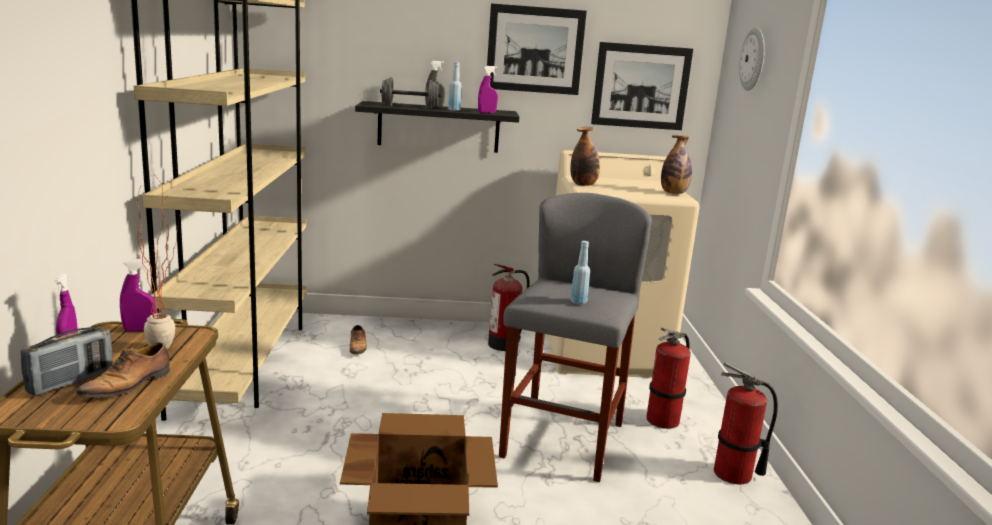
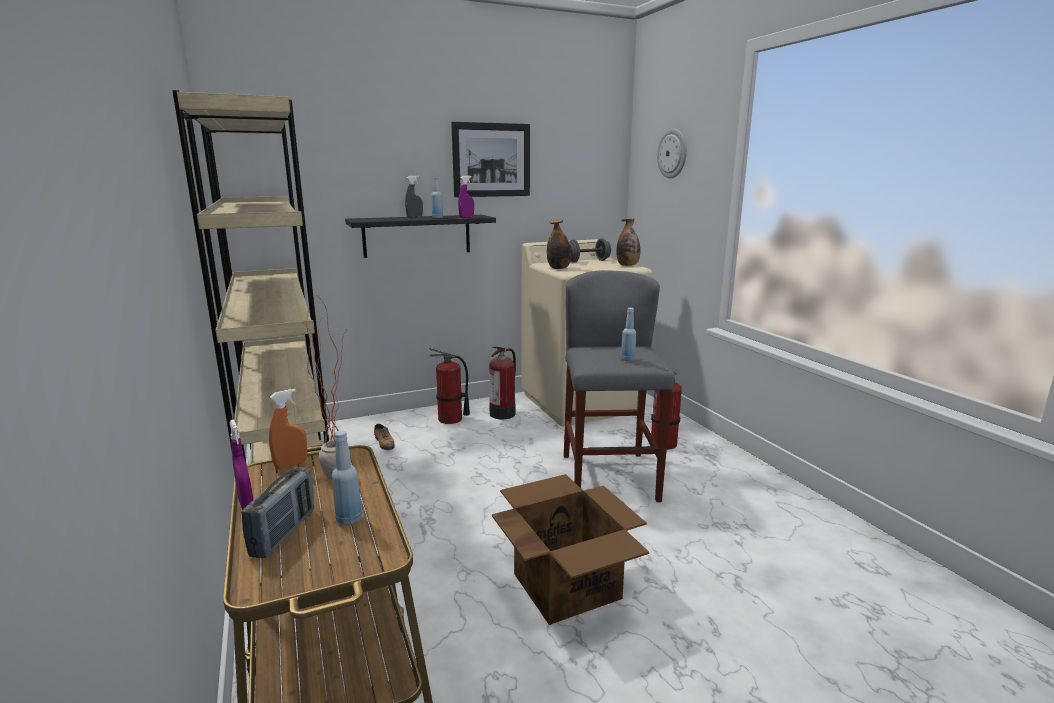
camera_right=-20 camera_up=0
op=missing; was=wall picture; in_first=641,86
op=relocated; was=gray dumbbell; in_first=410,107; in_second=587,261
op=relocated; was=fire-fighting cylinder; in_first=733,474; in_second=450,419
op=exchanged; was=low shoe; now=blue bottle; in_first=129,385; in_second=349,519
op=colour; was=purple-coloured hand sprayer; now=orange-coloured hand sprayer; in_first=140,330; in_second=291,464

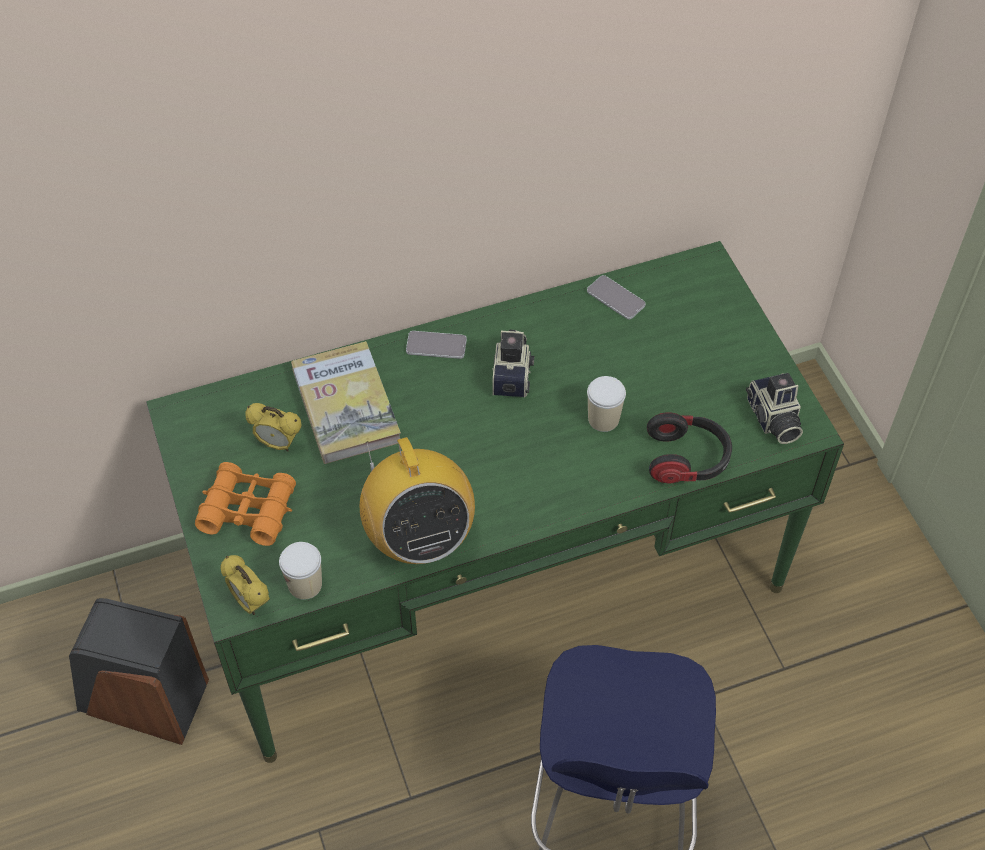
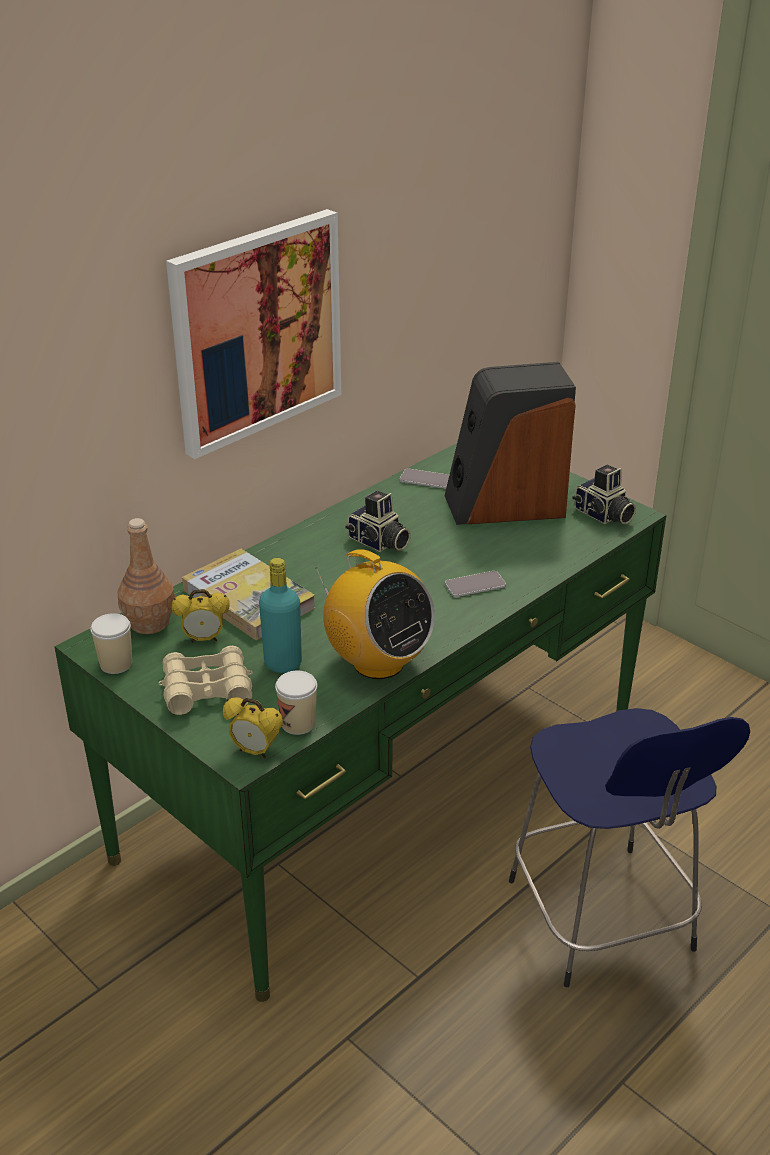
camera_right=-25 camera_up=-20
op=missing; was=headphones; in_first=687,459
op=appeared; now=brownish bottle; in_second=150,622
op=appeared; now=wall picture; in_second=256,331
op=appeared; now=turquoise-coloured bottle; in_second=283,663
op=relocated; was=speaker; in_first=143,698; in_second=505,505
op=relocated; was=telephone; in_first=436,345; in_second=475,585
op=relocated; was=cup; in_first=603,419; in_second=116,664
op=colour; was=orange-coloured binoculars; now=beige binoculars; in_first=248,510; in_second=207,690
op=spun; was=photo camera; in_first=513,374; in_second=378,542; clockwise=150

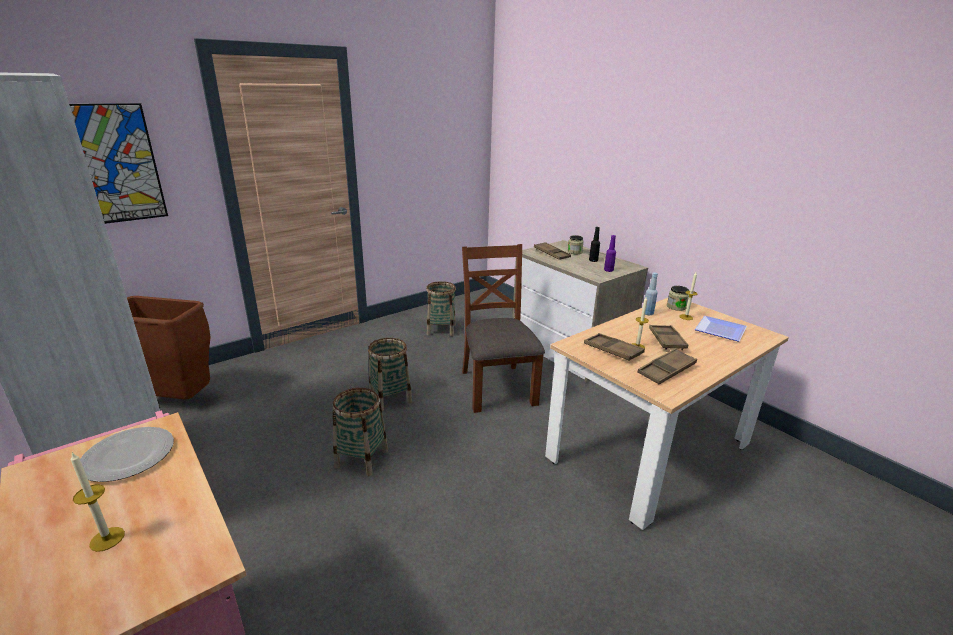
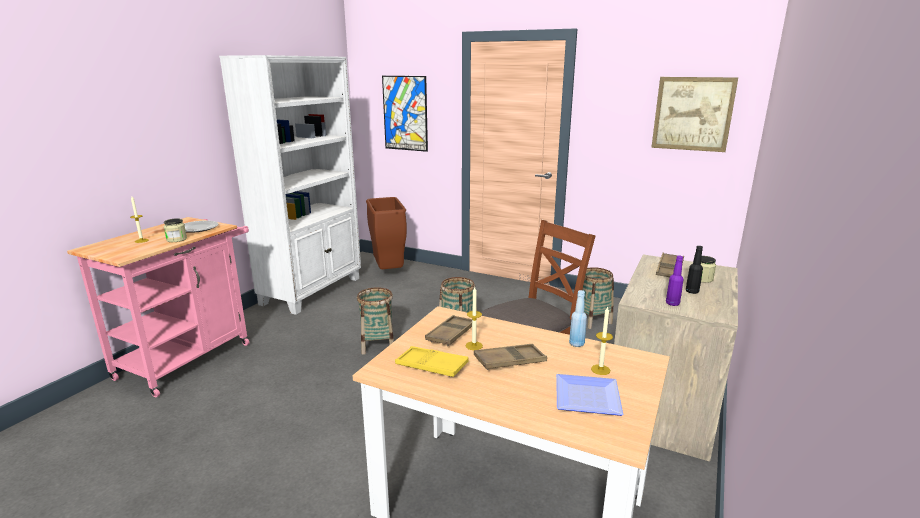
camera_right=65 camera_up=-5
op=appeared; now=wall picture; in_second=692,114
op=relocated; was=jar; in_first=676,307; in_second=176,239
op=colour; was=brownish carrying tray; now=yellowish carrying tray; in_first=666,370; in_second=431,366

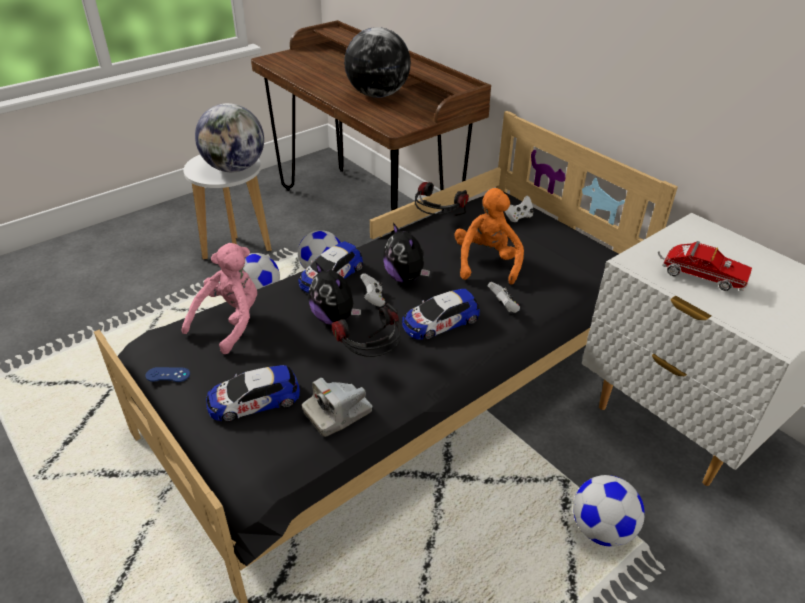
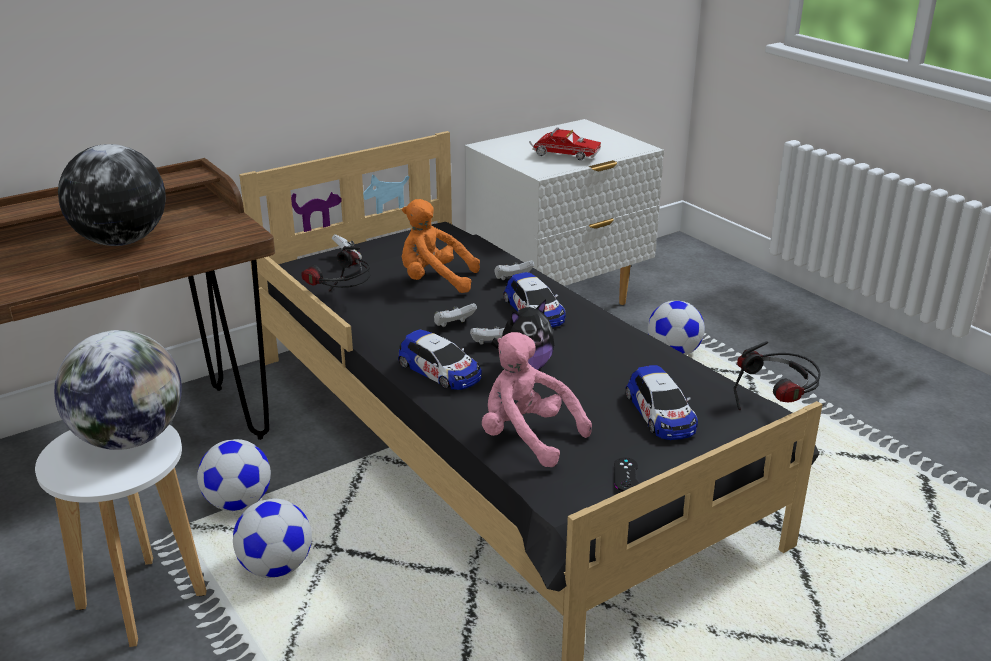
camera_right=-85 camera_up=-10
op=missing; was=photo camera; in_first=337,413
op=relocated; was=headphones; in_first=370,358; in_second=776,410
op=exchanged; was=plush toy; now=white-coloured gamepad; in_first=405,277; in_second=453,325
op=colour; was=blue gamepad; now=black gamepad; in_first=168,375; in_second=626,475
op=spun; was=toy truck; in_first=698,276; in_second=562,156; clockwise=75

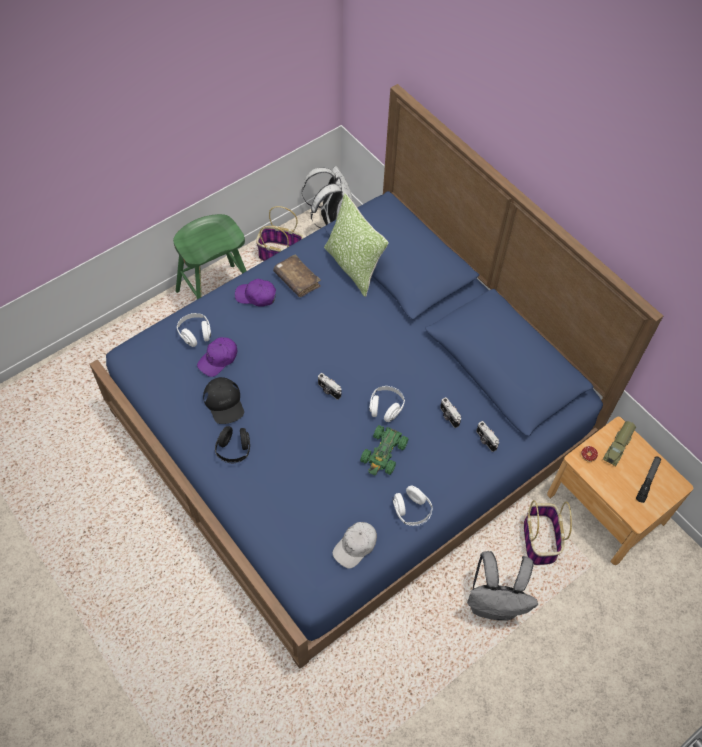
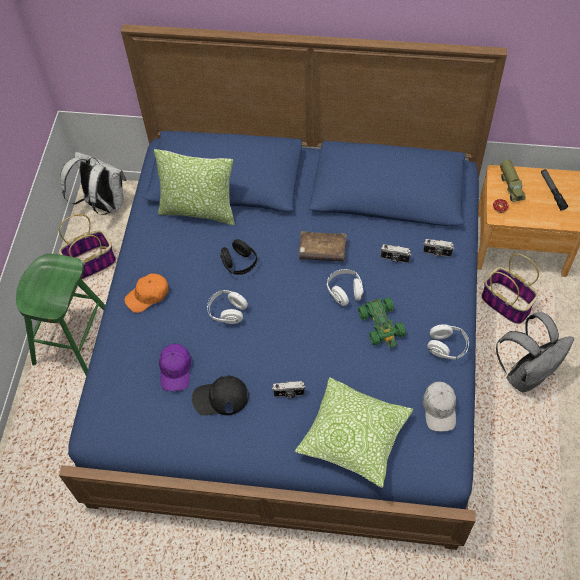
camera_right=-40 camera_up=0
op=appeared; now=pillow; in_second=354,437
op=relocated; was=white-coloured headphones; in_first=195,334; in_second=227,312
op=relocated; was=black headphones; in_first=234,450; in_second=240,264
op=relocated; was=brownish bound book; in_first=297,280; in_second=322,251
op=relocated; was=photo camera; in_first=329,391; in_second=289,394
op=colour; was=purple-coloured baseball cap; now=orange-coloured baseball cap; in_first=256,296; in_second=148,295
op=spun; was=black baseball cap; in_first=224,402; in_second=220,398; clockwise=150

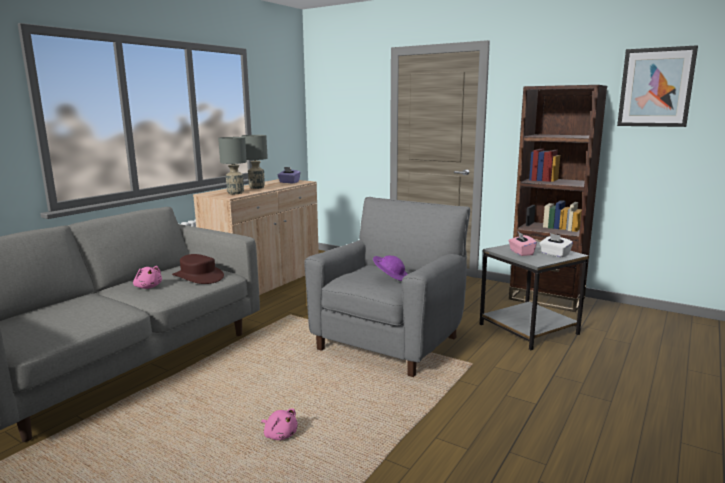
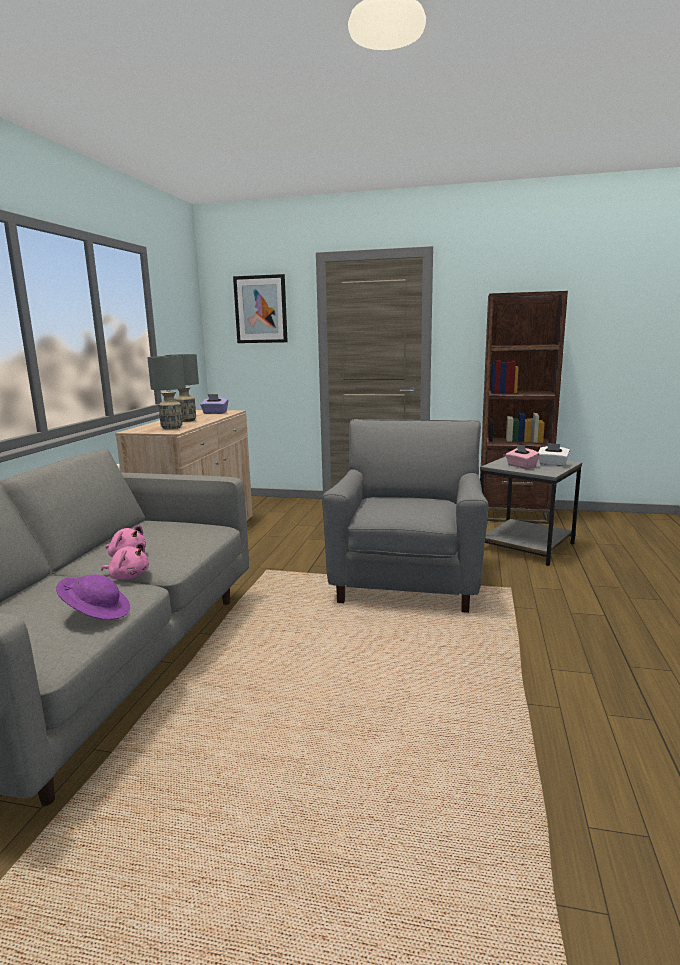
camera_right=-20 camera_up=0
op=missing; was=brownish wearable hat; in_first=198,277
op=relocated; was=pink plush toy; in_first=280,434; in_second=128,576
op=relocated; was=purple-coloured wearable hat; in_first=391,278; in_second=97,613
op=relocated; was=wall picture; in_first=655,87; in_second=261,309

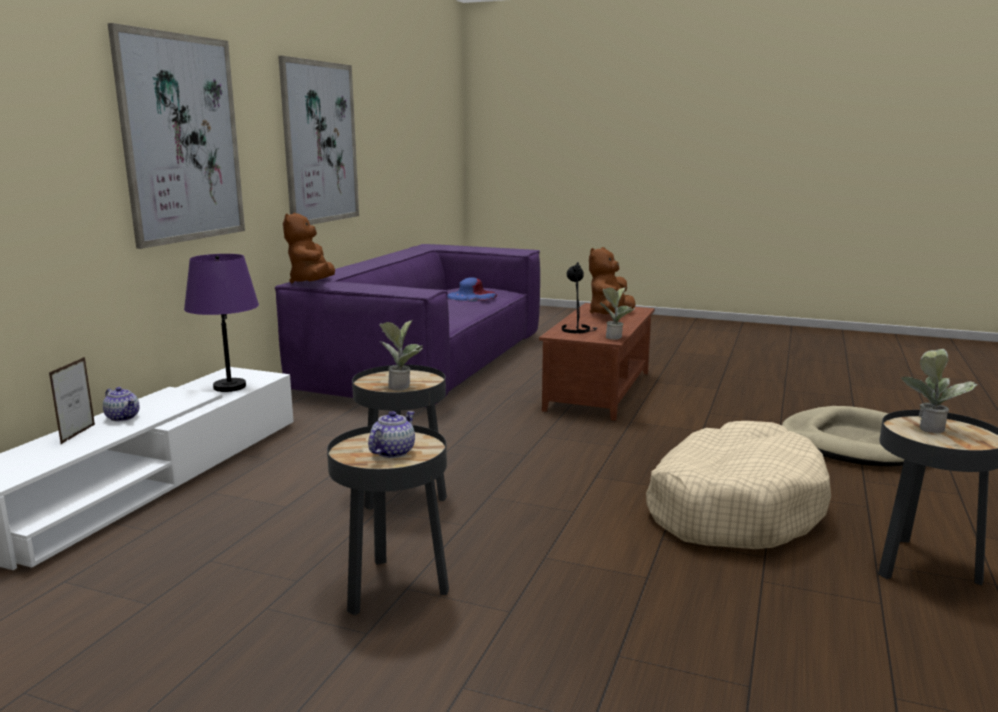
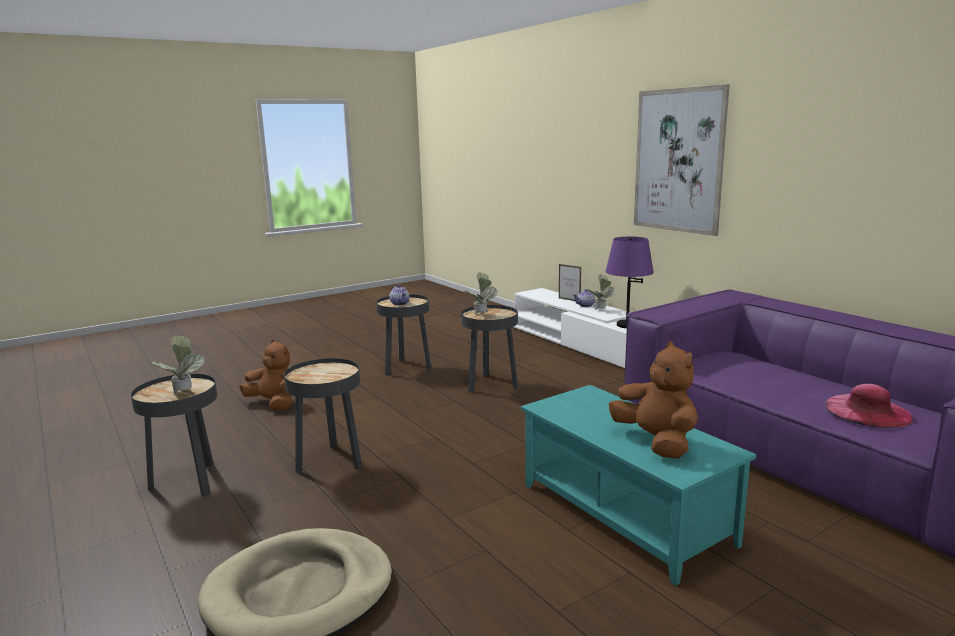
camera_right=125 camera_up=0
op=missing; was=wall picture; in_first=320,143
op=missing; was=black table lamp; in_first=577,329
op=relocated; was=brownish plush toy; in_first=312,283; in_second=273,403
op=relocated; was=potted plant; in_first=616,337; in_second=601,310
op=exchanged; was=beige dog cushion; now=black end table; in_first=733,507; in_second=330,461
op=colour; was=blue wearable hat; now=pink wearable hat; in_first=471,296; in_second=867,411
op=colour; was=brownish coffee table; now=turquoise-coloured coffee table; in_first=597,390; in_second=626,513

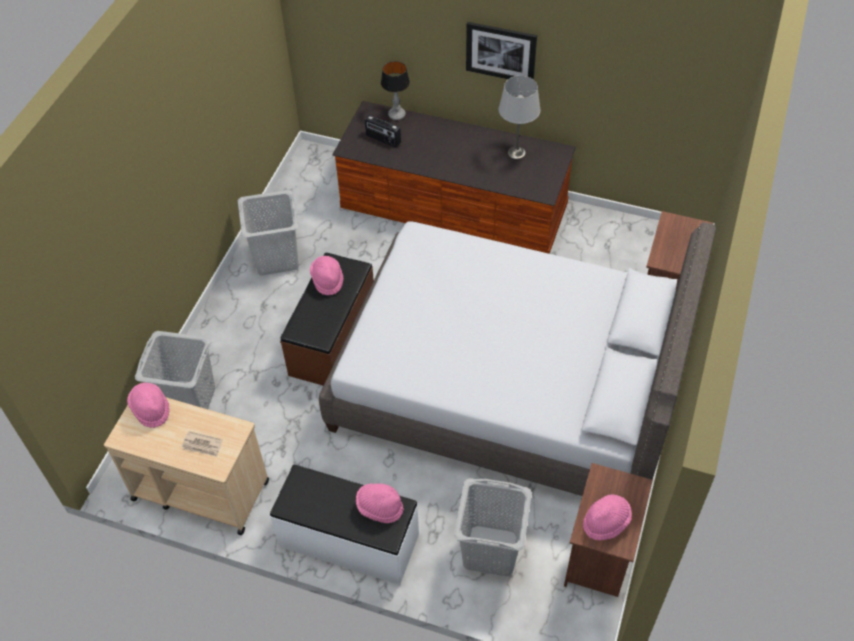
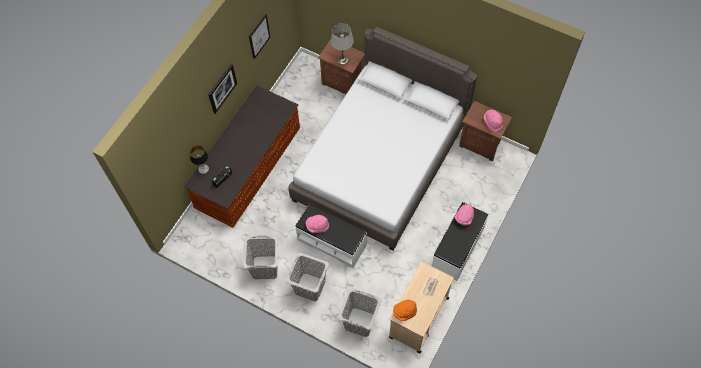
camera_right=-80 camera_up=10
op=appeared; now=wall picture; in_second=259,36
op=relocated; was=gray hamper; in_first=490,551; in_second=310,287
op=relocated; was=gray table lamp; in_first=516,152; in_second=342,60
op=colour; was=pink wearable hat; now=orange-coloured wearable hat; in_first=151,409; in_second=404,312
op=colour; was=brownish long seat; now=white-coloured long seat; in_first=334,338; in_second=332,242

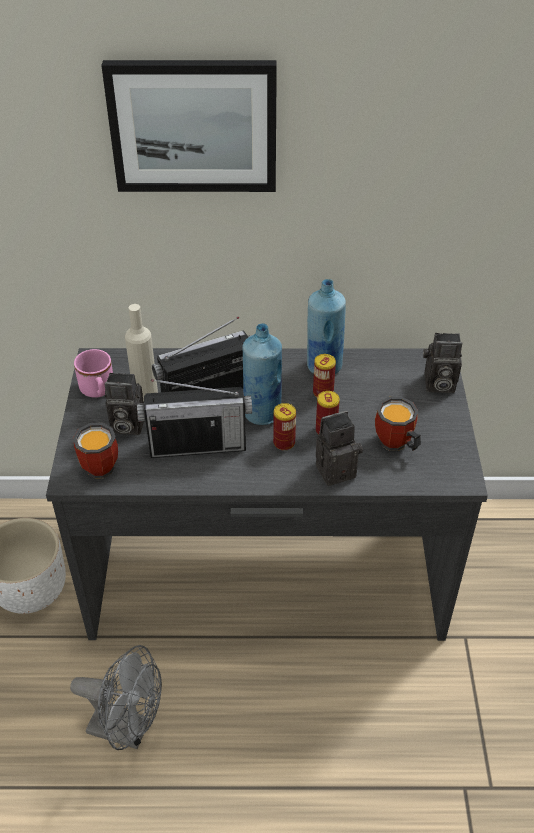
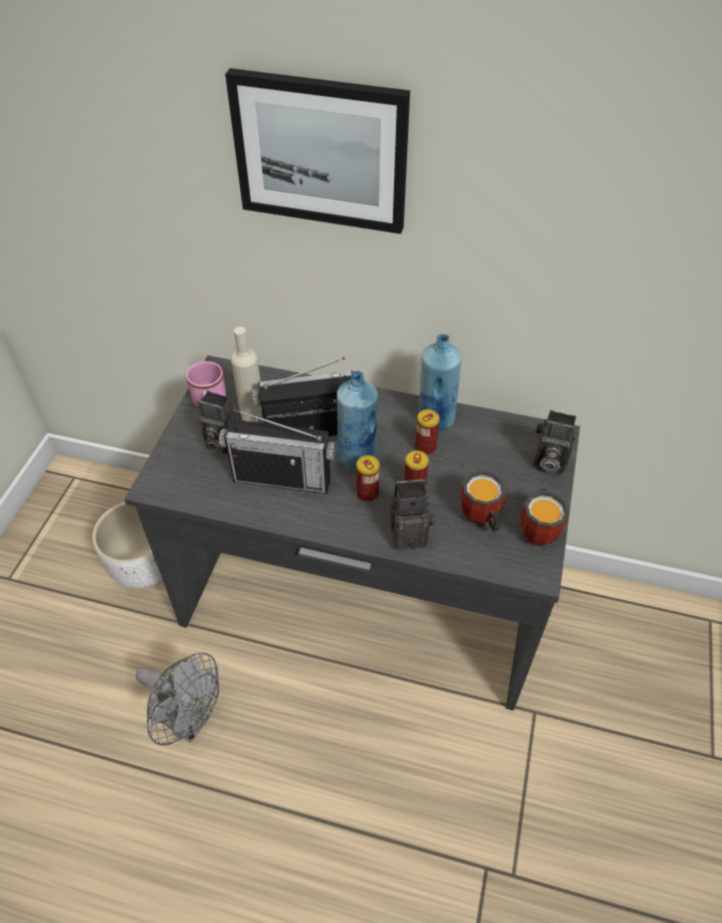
camera_right=15 camera_up=5
op=relocated; was=coffee mug; in_first=102,463; in_second=540,531

